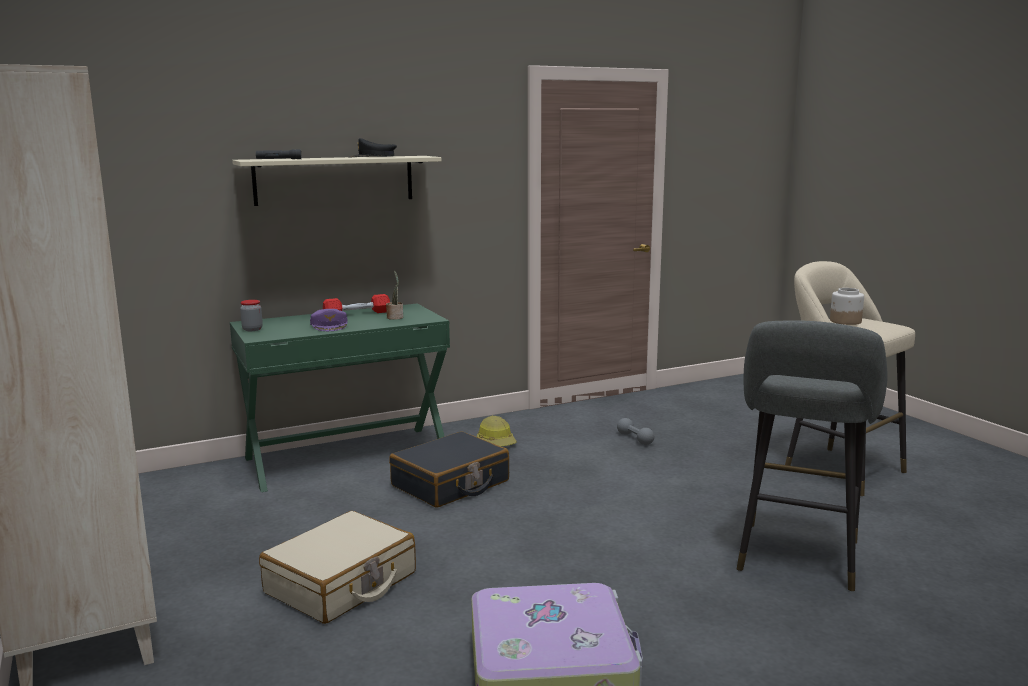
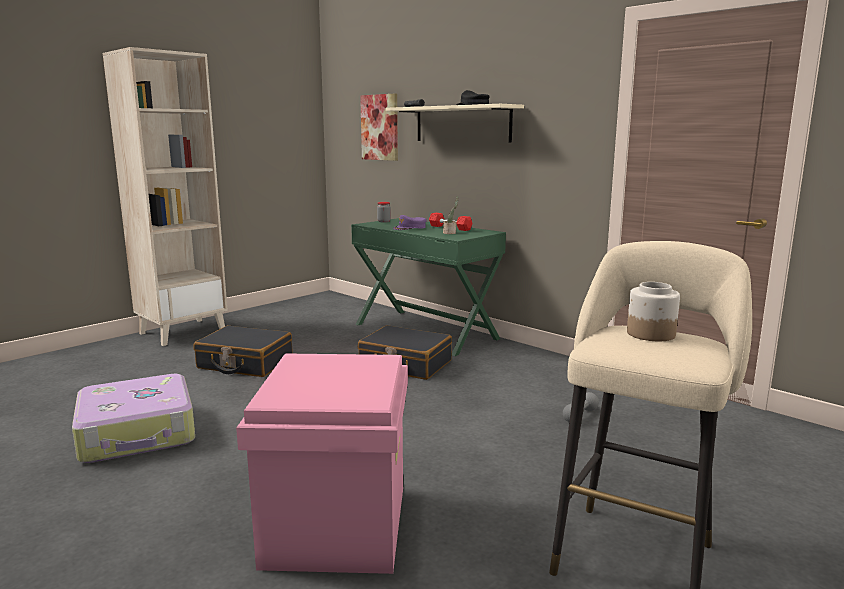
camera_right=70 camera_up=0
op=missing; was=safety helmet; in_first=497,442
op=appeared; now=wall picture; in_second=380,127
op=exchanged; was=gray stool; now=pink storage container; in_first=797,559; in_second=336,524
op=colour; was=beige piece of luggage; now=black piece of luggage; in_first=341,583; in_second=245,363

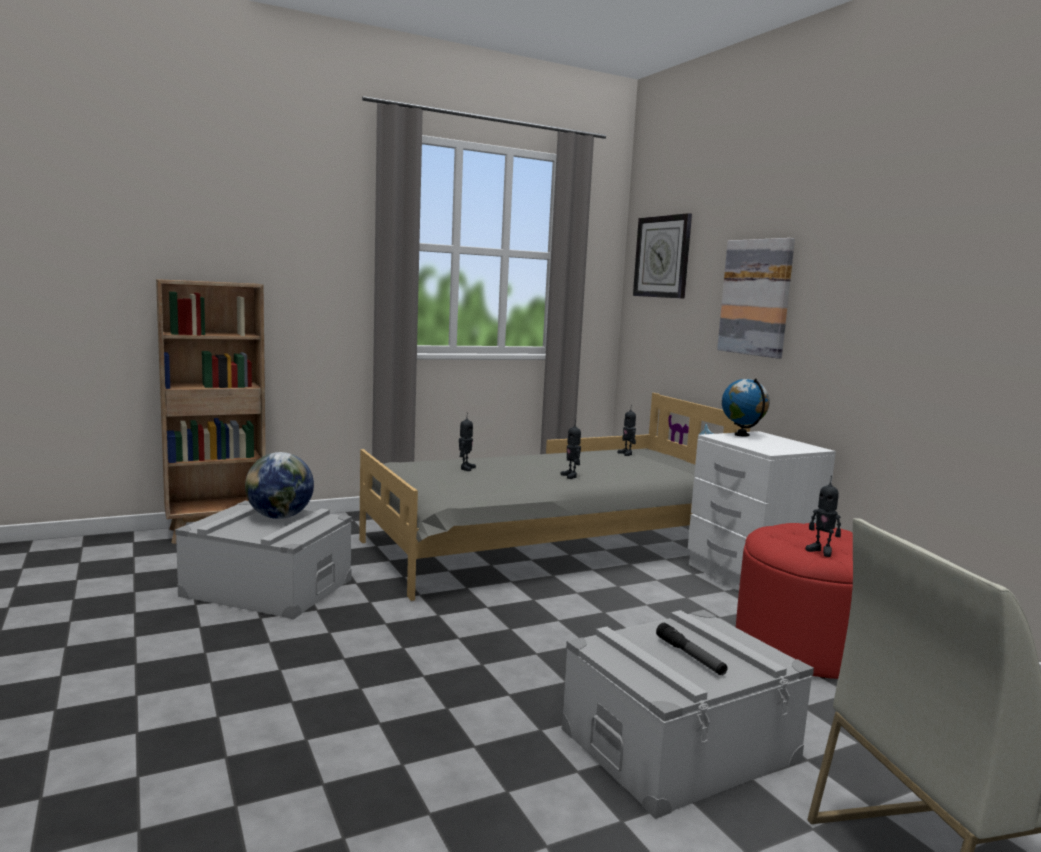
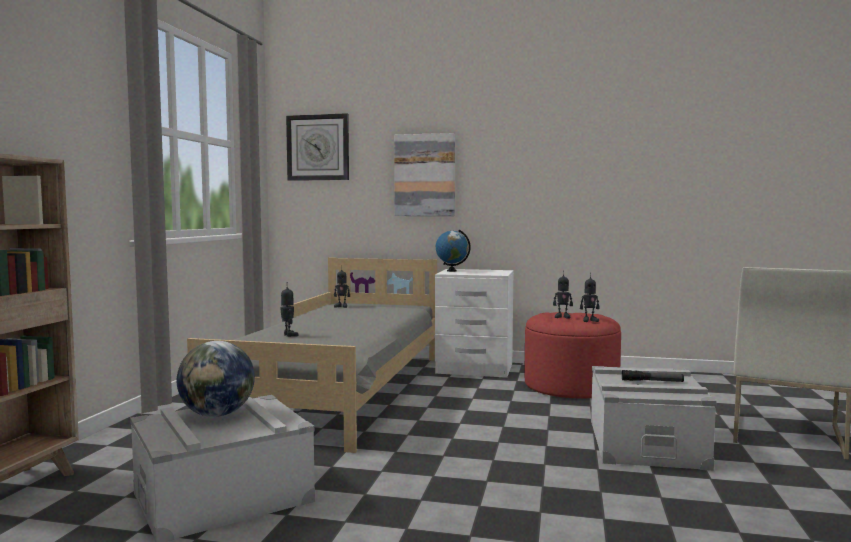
camera_right=-50 camera_up=-5
op=relocated; was=toy robot; in_first=571,476; in_second=562,317

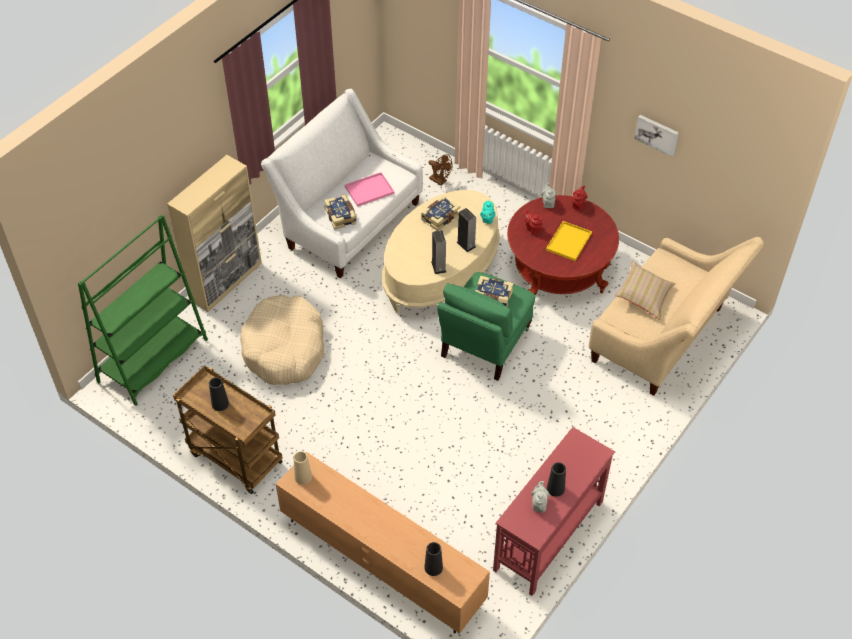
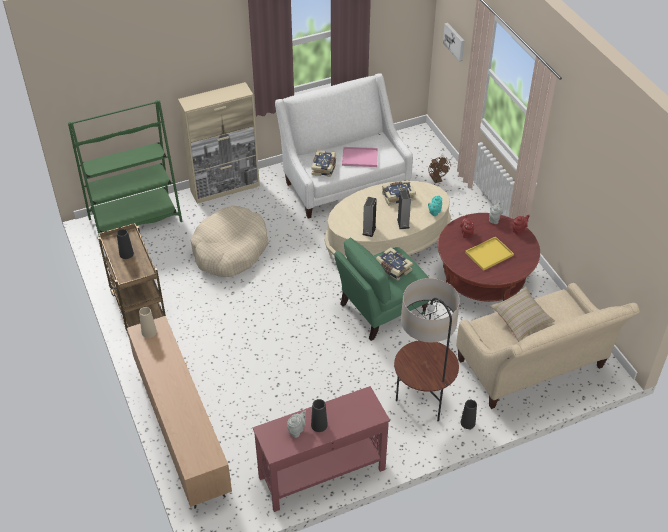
camera_right=30 camera_up=-5
op=appeared; now=floor lamp; in_second=422,404
op=relocated; was=black vase; in_first=433,567; in_second=467,423
op=relocated; was=wall picture; in_first=657,134; in_second=455,41

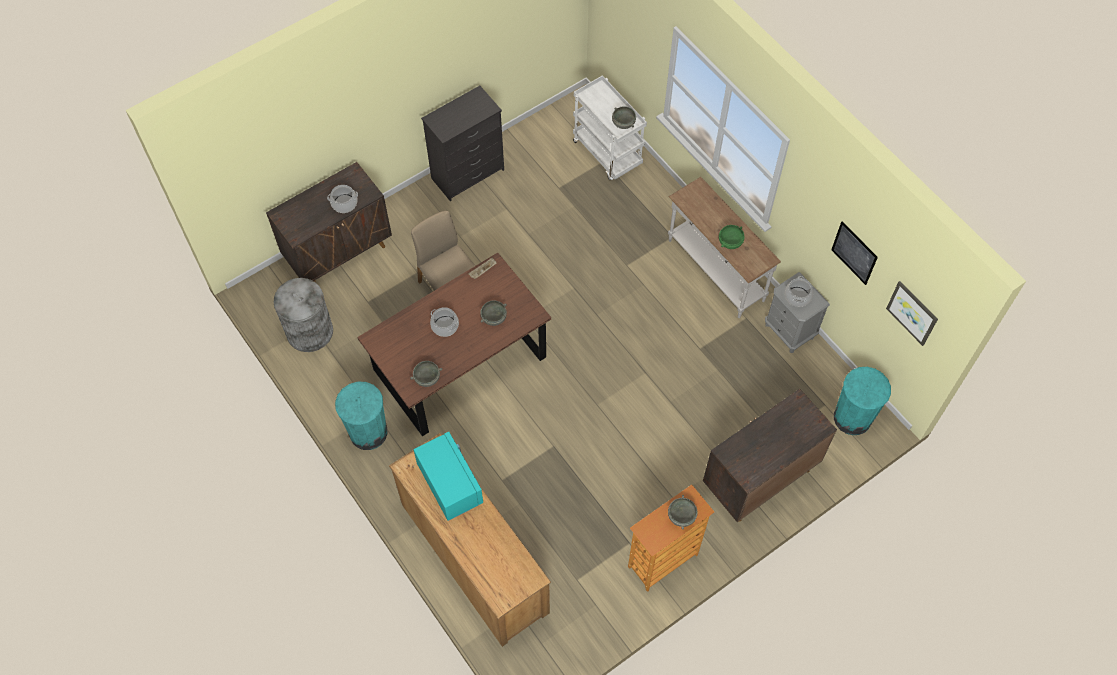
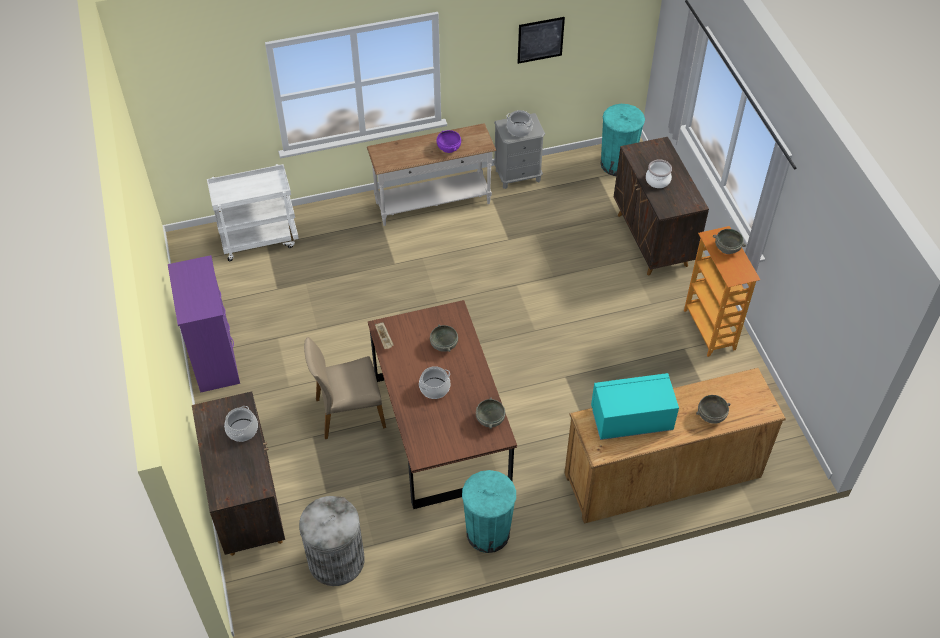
camera_right=-70 camera_up=-10
op=missing; was=wall picture; in_first=912,312
op=appeared; now=stockpot; in_second=658,180
op=relocated; was=gray bowl; in_first=623,123; in_second=711,416
op=colour; was=black drawer chest; now=purple-coloured drawer chest; in_first=468,174; in_second=215,358
op=colour; was=green-coloured bowl; now=purple-coloured bowl; in_first=730,242; in_second=448,148

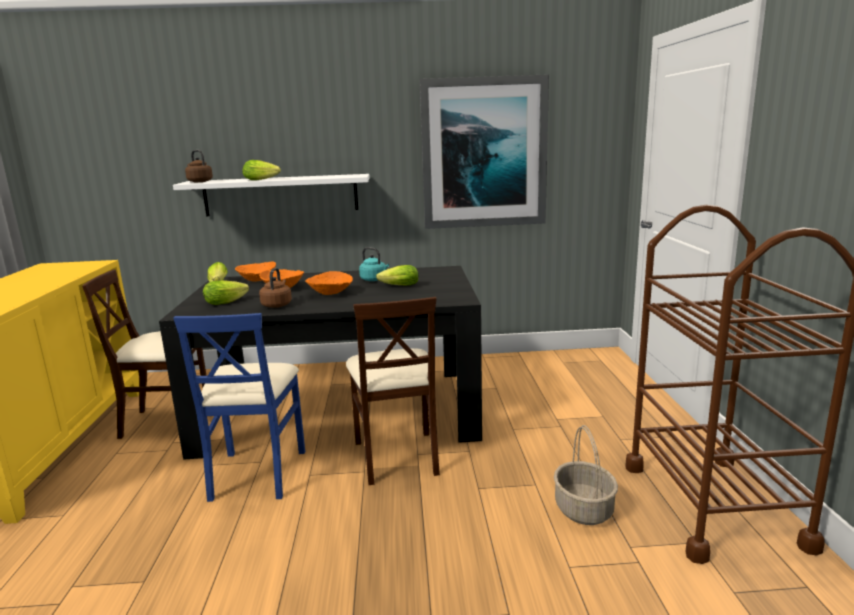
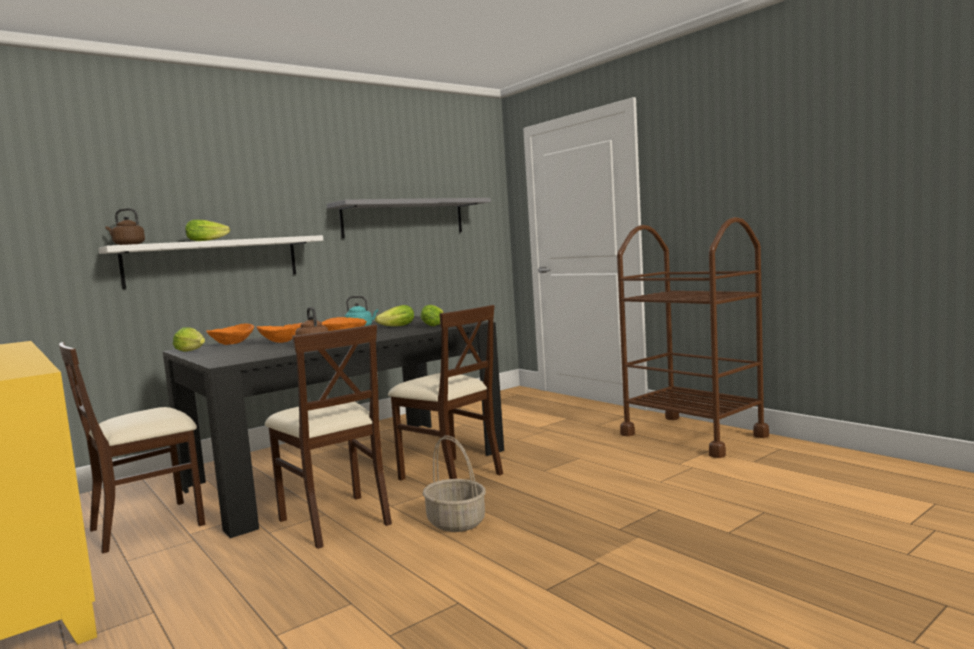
camera_right=-35 camera_up=-10
op=relocated; was=lettuce head; in_first=228,301; in_second=435,325
op=relocated; was=household basket; in_first=584,510; in_second=457,522
op=exchanged; was=wall picture; now=gray wall shelf; in_first=483,153; in_second=403,218
op=colour; was=blue chair; now=beige chair; in_first=256,473; in_second=336,520

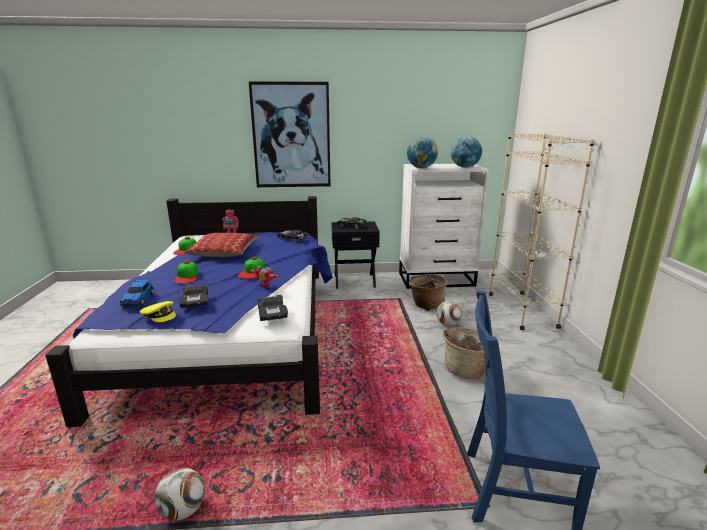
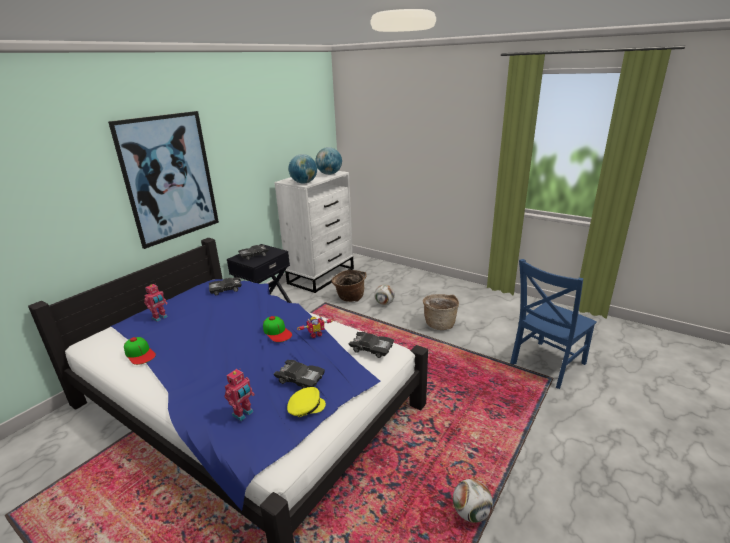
camera_right=-50 camera_up=5
op=missing; was=baseball cap; in_first=187,276
op=missing; was=pillow; in_first=223,252
op=missing; was=beige bookshelf; in_first=521,310
op=exchanged; was=miniature car; now=toy robot; in_first=138,299; in_second=243,414

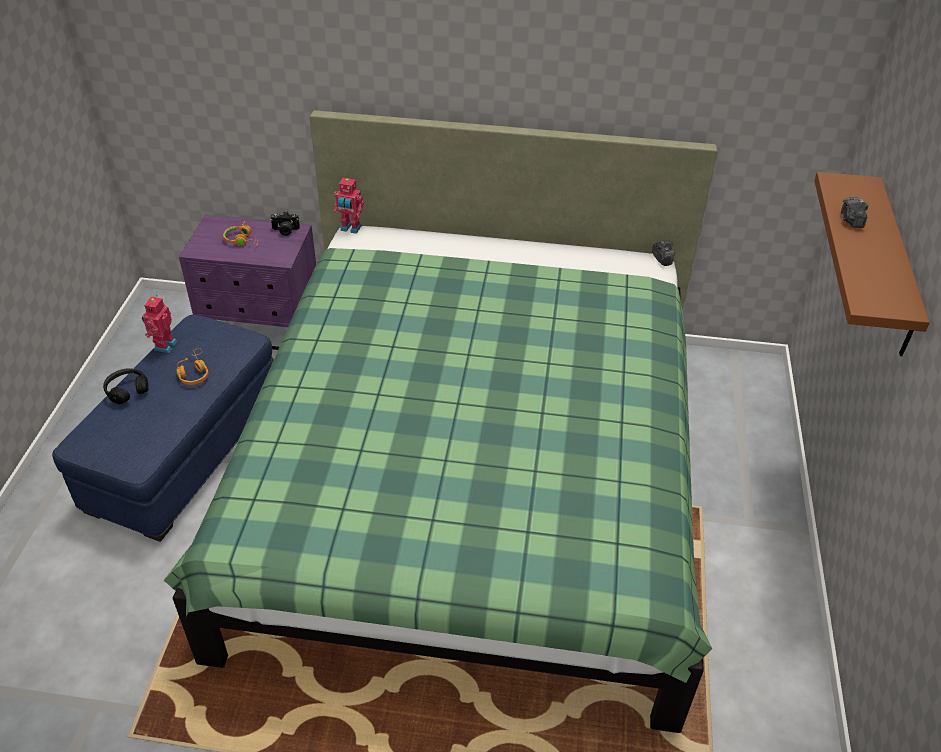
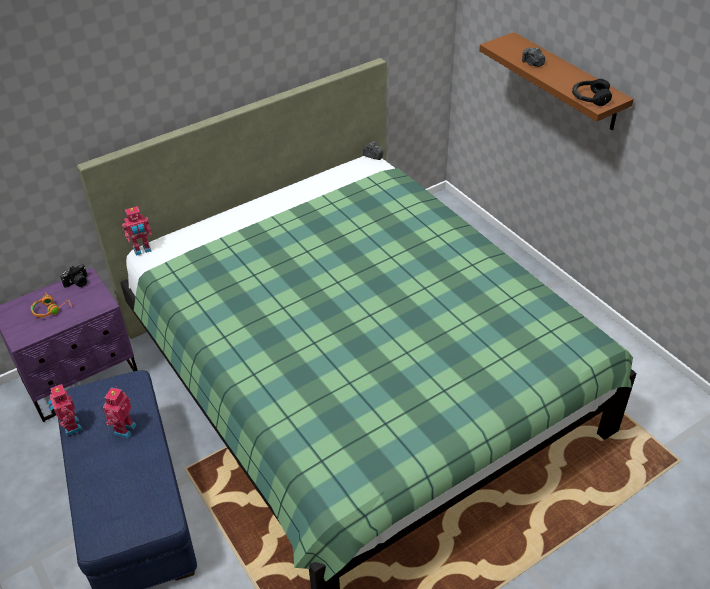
camera_right=-40 camera_up=0
op=relocated; was=black headphones; in_first=127,390; in_second=590,98
op=exchanged; was=orange-coloured headphones; now=toy robot; in_first=194,373; in_second=123,429

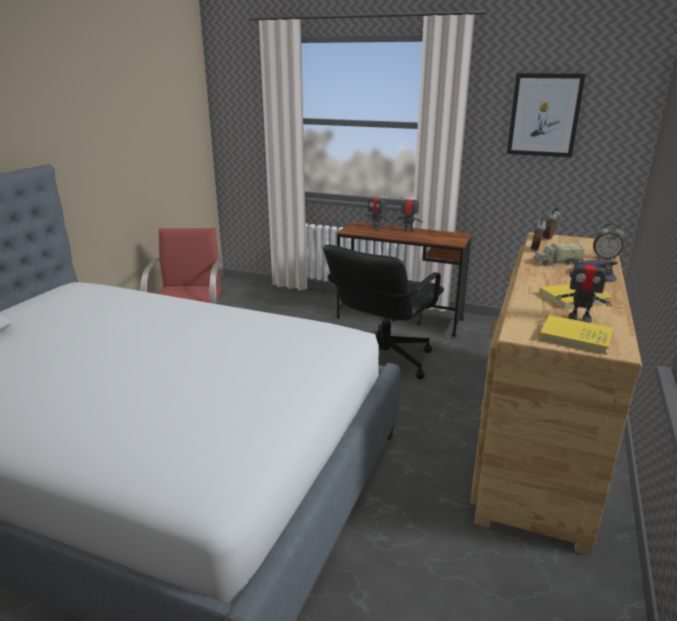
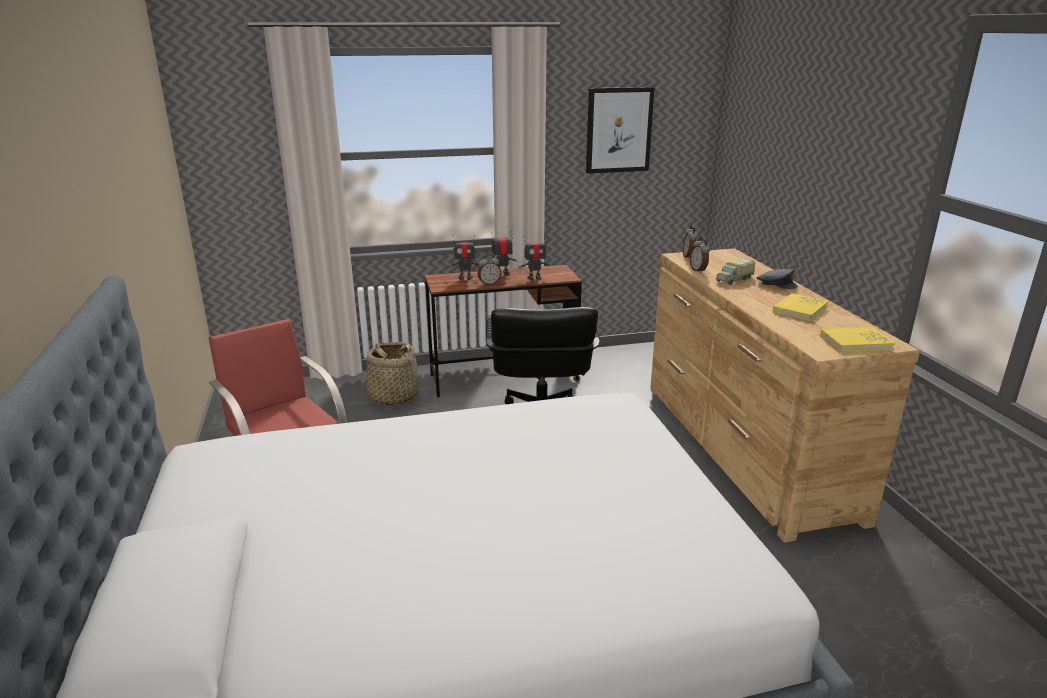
camera_right=-35 camera_up=0
op=appeared; now=household basket; in_second=393,396
op=relocated; was=toy robot; in_first=579,319; in_second=534,278
op=relocated; was=bedside clock; in_first=605,258; in_second=489,284

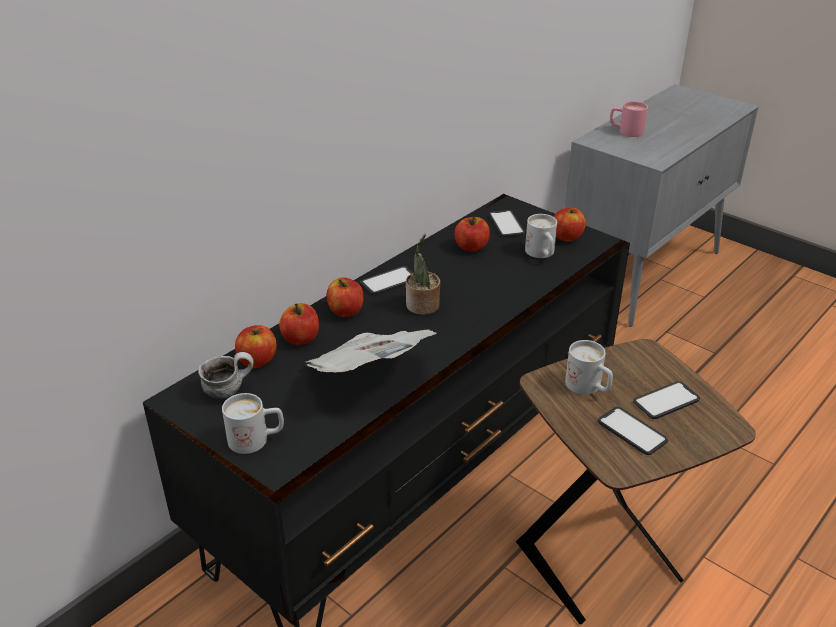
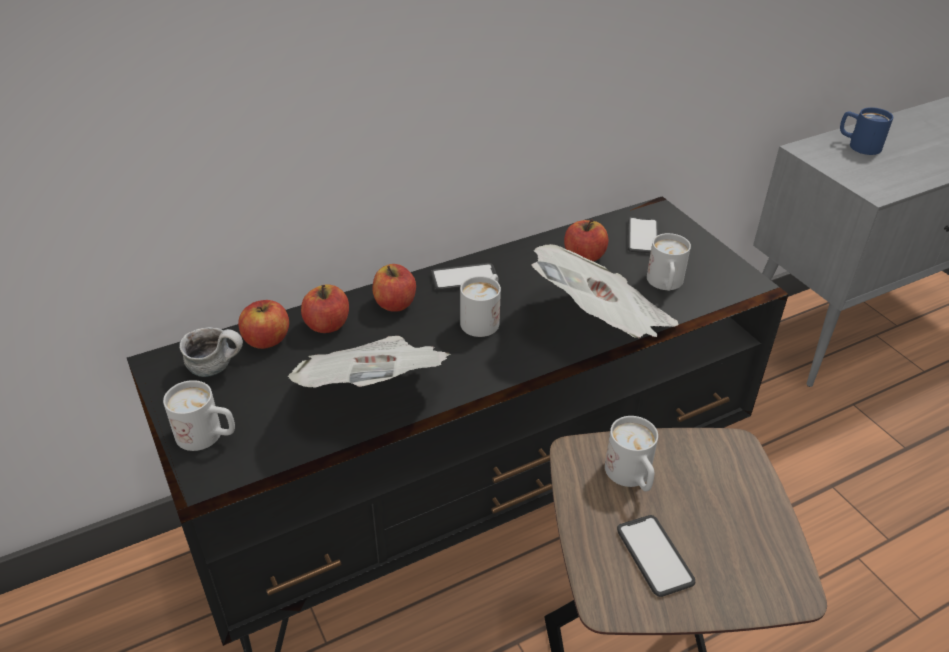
camera_right=20 camera_up=5
op=missing; was=whole apple; in_first=567,237
op=missing; was=telephone; in_first=666,401
op=appeared; now=daily paper; in_second=602,323
op=exchanged; was=potted plant; now=white-coloured coffee mug; in_first=422,306; in_second=483,319
op=colour; was=pink coffee mug; now=blue coffee mug; in_first=625,131; in_second=858,145

